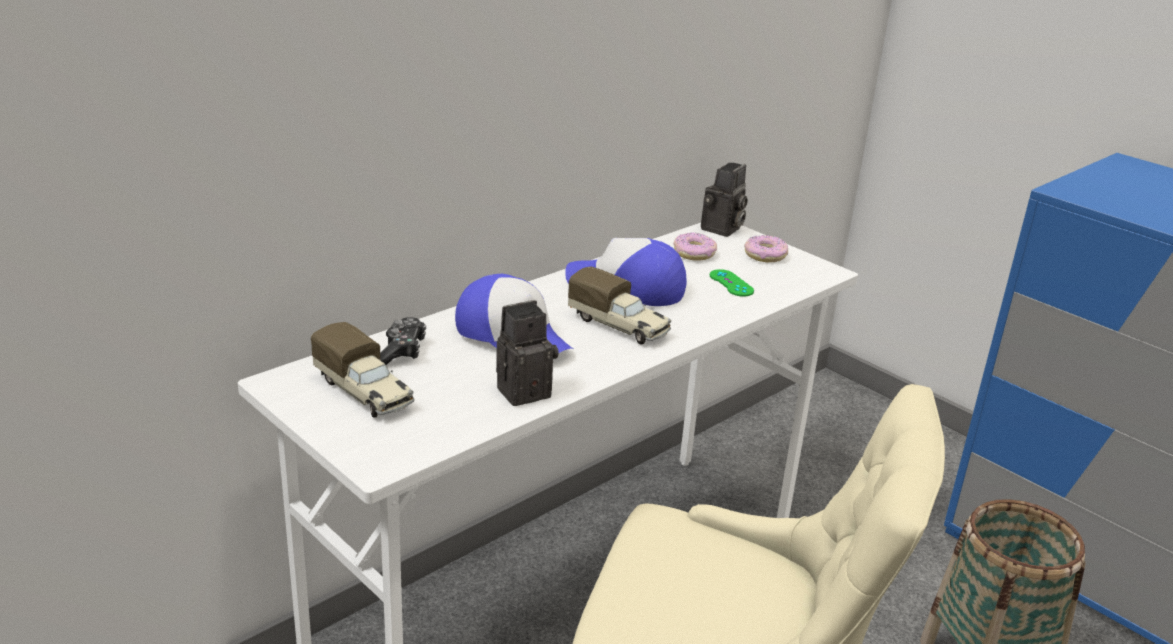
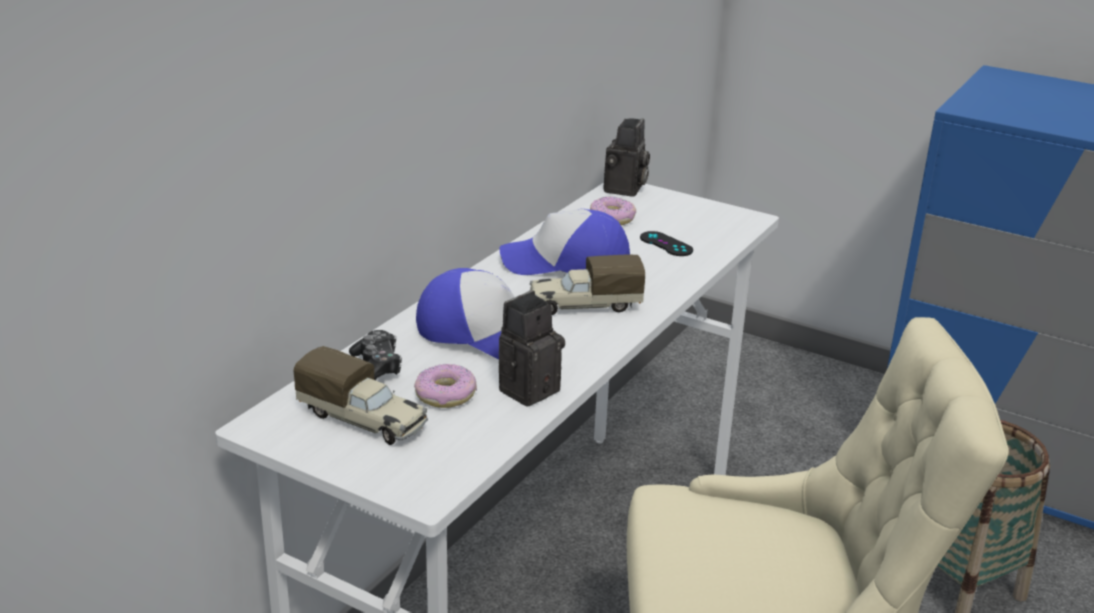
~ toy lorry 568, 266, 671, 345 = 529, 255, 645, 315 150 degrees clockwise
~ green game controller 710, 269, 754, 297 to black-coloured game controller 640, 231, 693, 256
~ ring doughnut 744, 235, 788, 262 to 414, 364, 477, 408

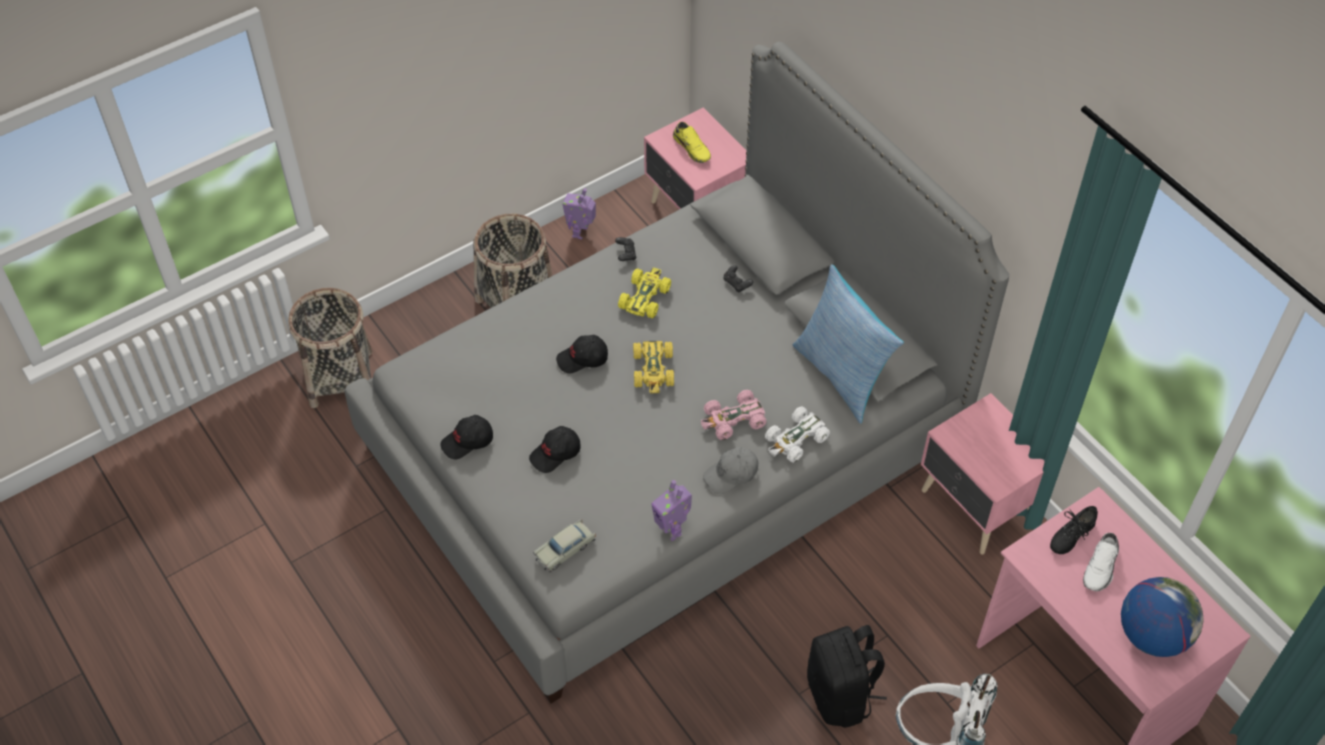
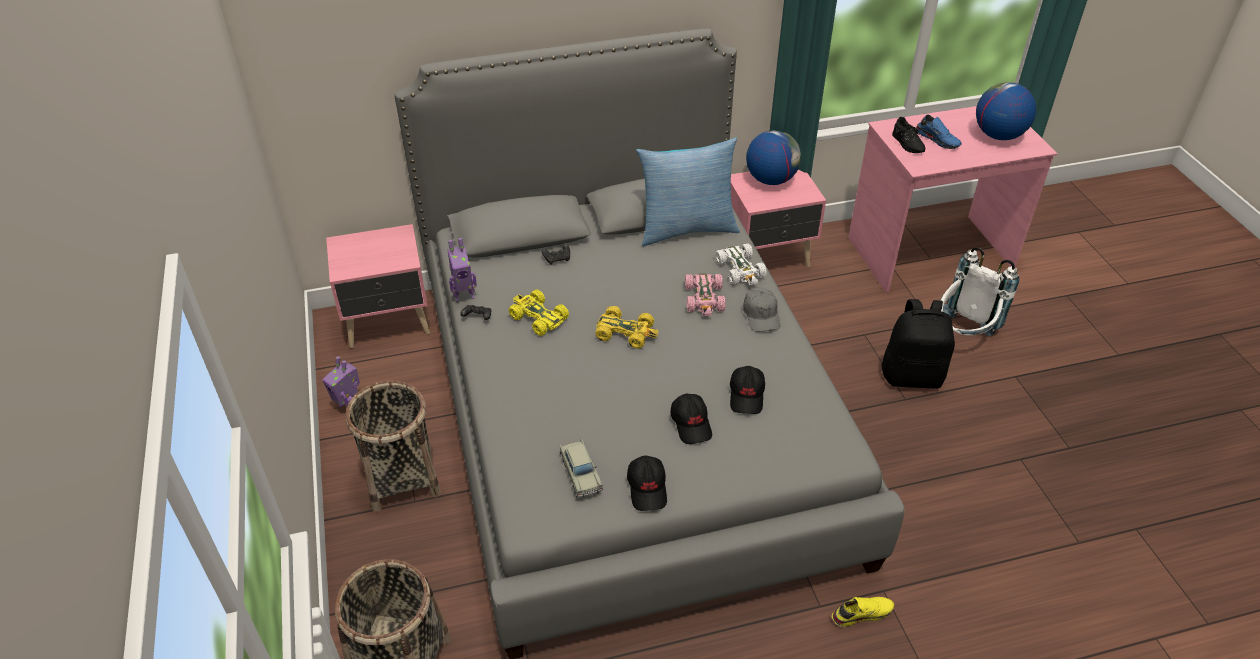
~ beige toy car 533, 519, 596, 572 to 560, 439, 603, 498
~ black-coloured baseball cap 556, 335, 608, 374 to 730, 366, 765, 414
~ model robot 651, 480, 692, 541 to 447, 238, 477, 302
~ yellow item of footwear 673, 122, 711, 163 to 832, 597, 894, 627
~ white-coloured item of footwear 1083, 533, 1119, 591 to blue-coloured item of footwear 916, 115, 962, 149
+ globe 746, 130, 801, 185

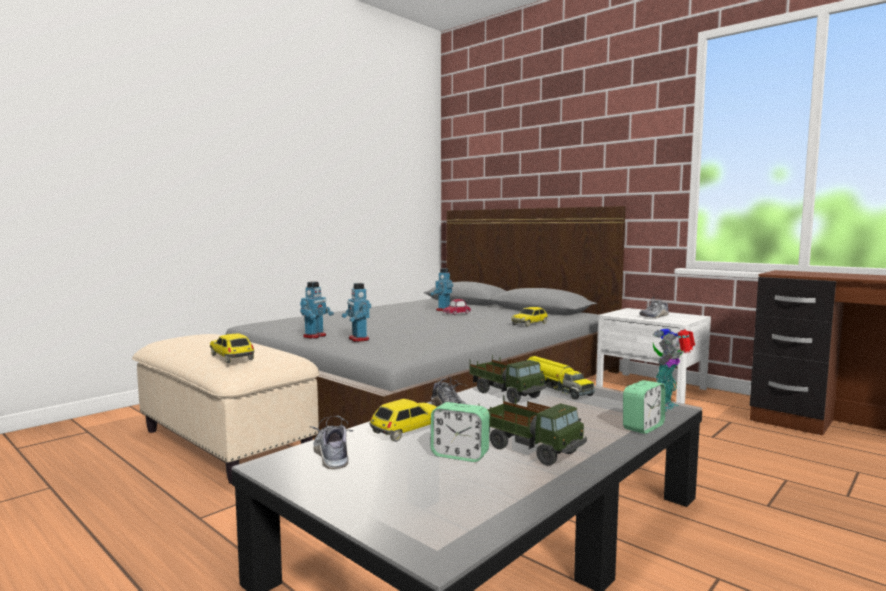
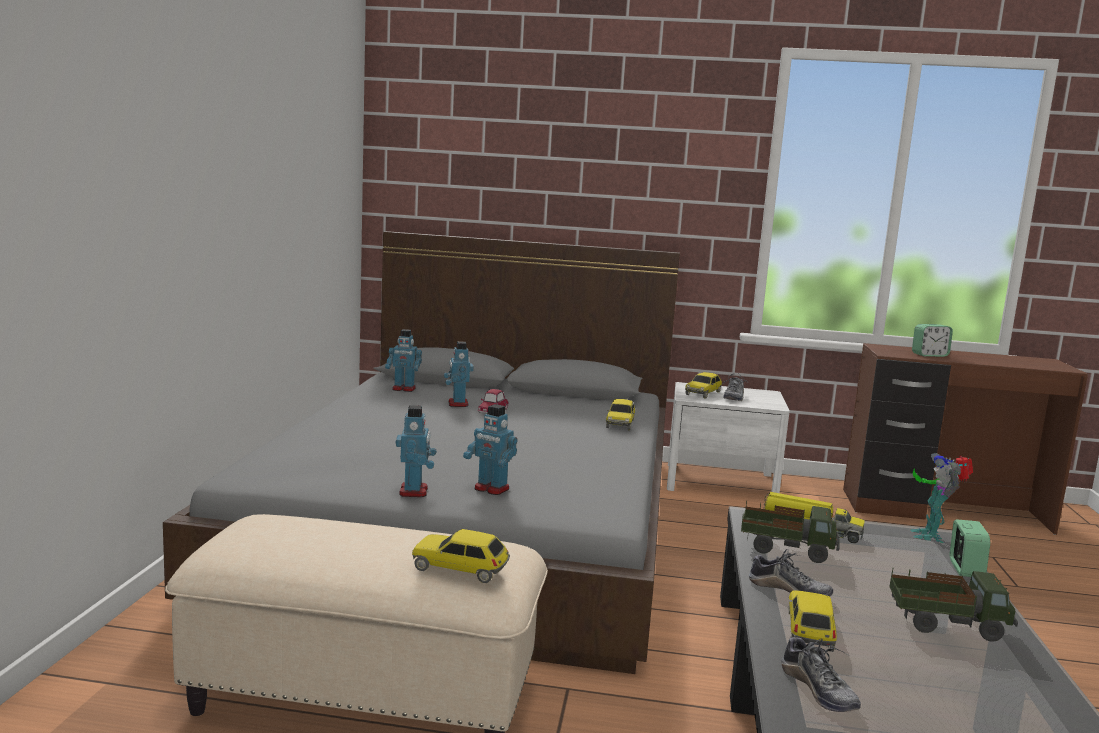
~ item of footwear 310, 416, 353, 469 = 781, 632, 861, 712 150 degrees counterclockwise
~ bedside clock 431, 402, 490, 462 to 912, 324, 953, 357
+ model robot 385, 329, 422, 392
+ toy car 685, 372, 722, 399

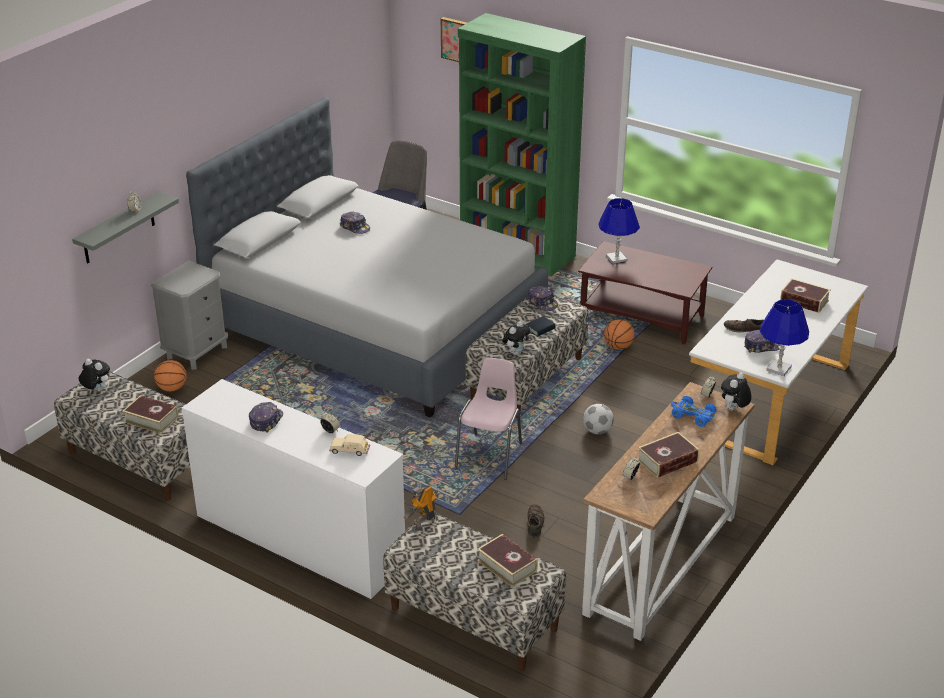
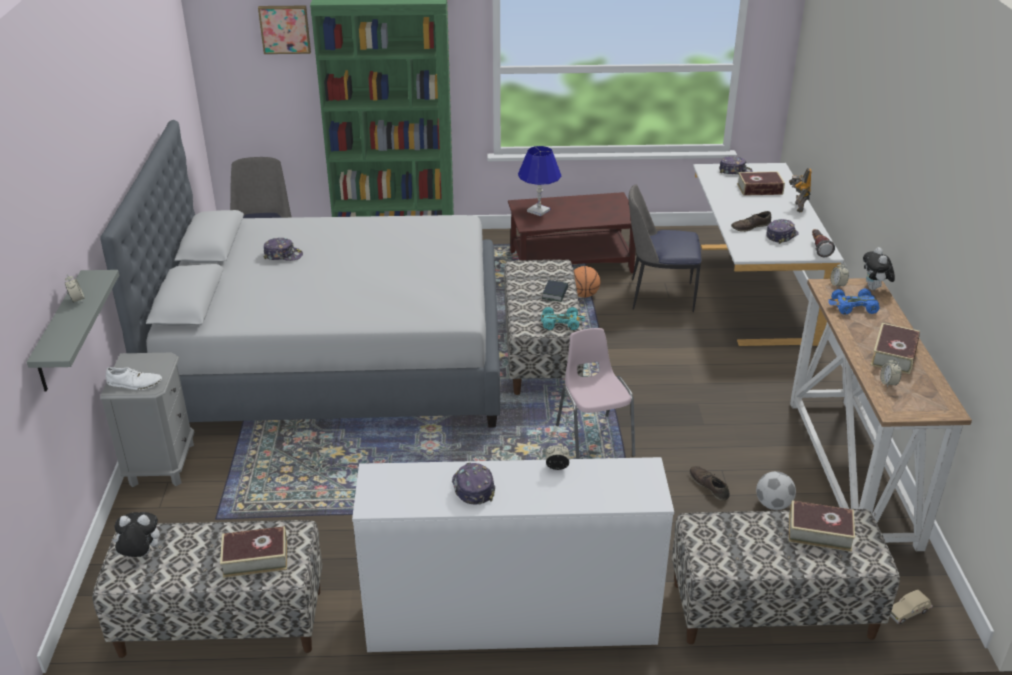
- ball for basketball 154, 360, 187, 392
~ beige toy car 329, 434, 370, 456 to 890, 590, 933, 624
~ model robot 404, 485, 438, 531 to 789, 168, 812, 213
~ cuddly toy 502, 321, 530, 355 to turquoise-coloured toy car 541, 307, 585, 330
~ baseball cap 527, 286, 558, 311 to 719, 156, 753, 175
~ ball for football 583, 404, 614, 434 to 756, 471, 796, 510
~ blue-coloured table lamp 760, 299, 809, 376 to torch 812, 229, 835, 257
+ white-coloured item of footwear 106, 367, 162, 390
+ chair 628, 184, 701, 312

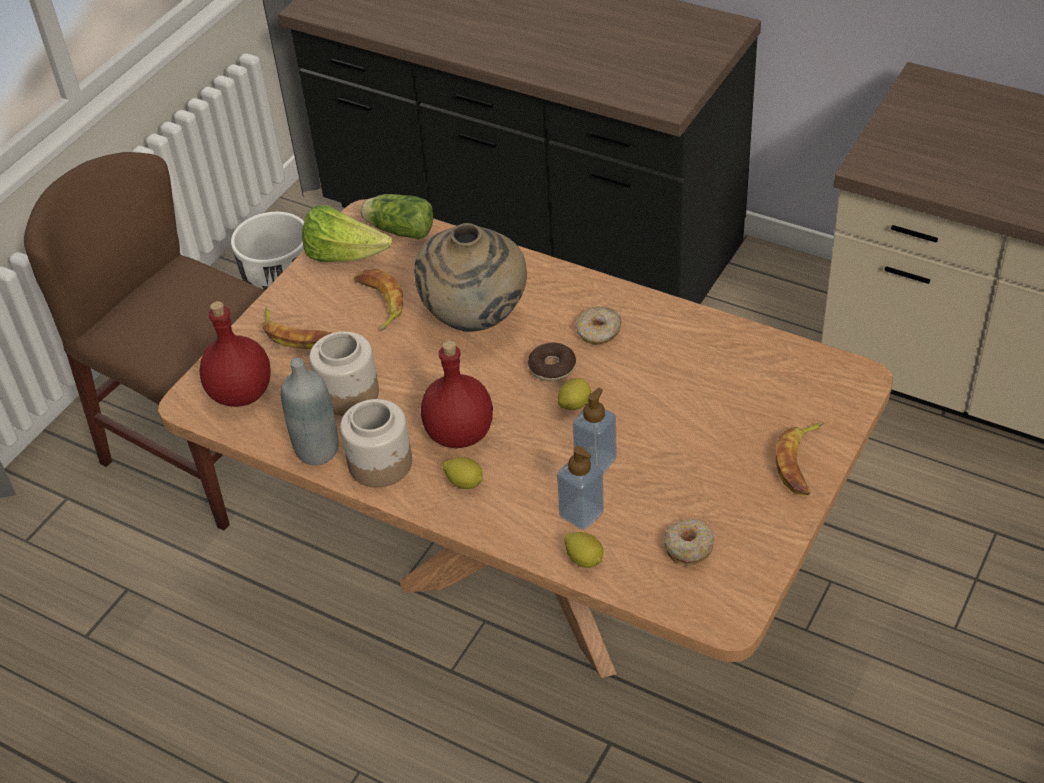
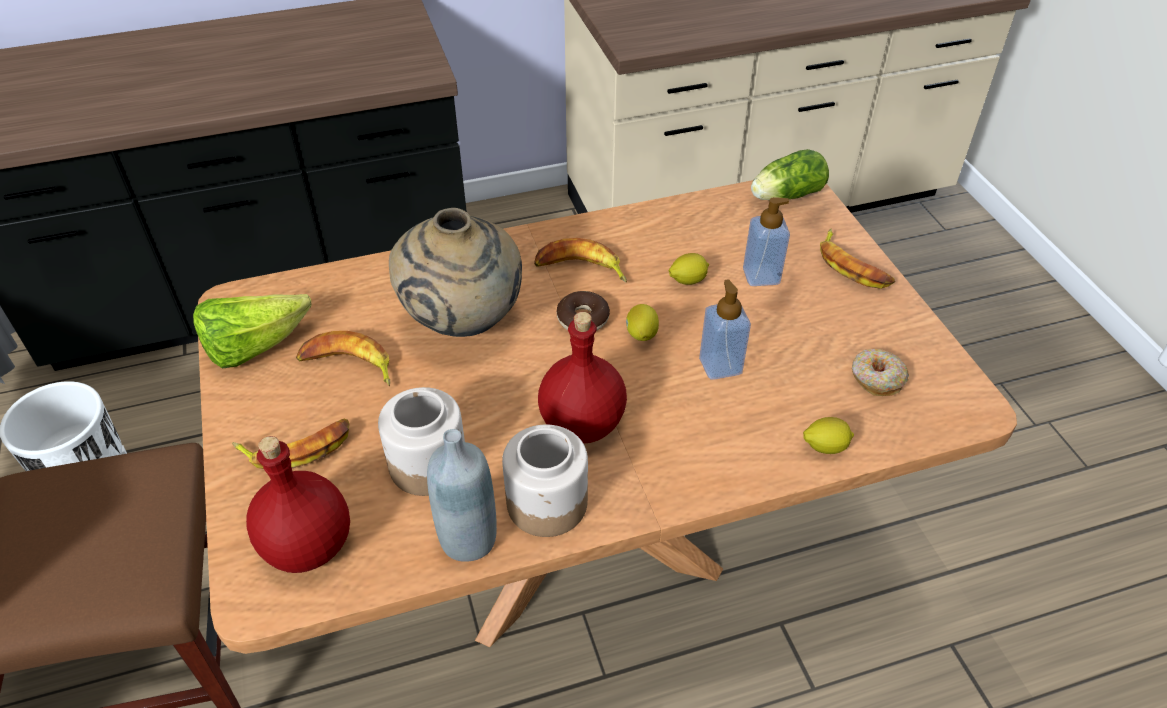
~ lettuce 360, 194, 433, 240 to 751, 149, 829, 200
~ whole lemon 443, 457, 483, 489 to 669, 253, 709, 285
~ liquid soap bottle 557, 446, 604, 530 to 743, 197, 790, 286
~ ring doughnut 576, 306, 622, 344 to banana 534, 238, 627, 283

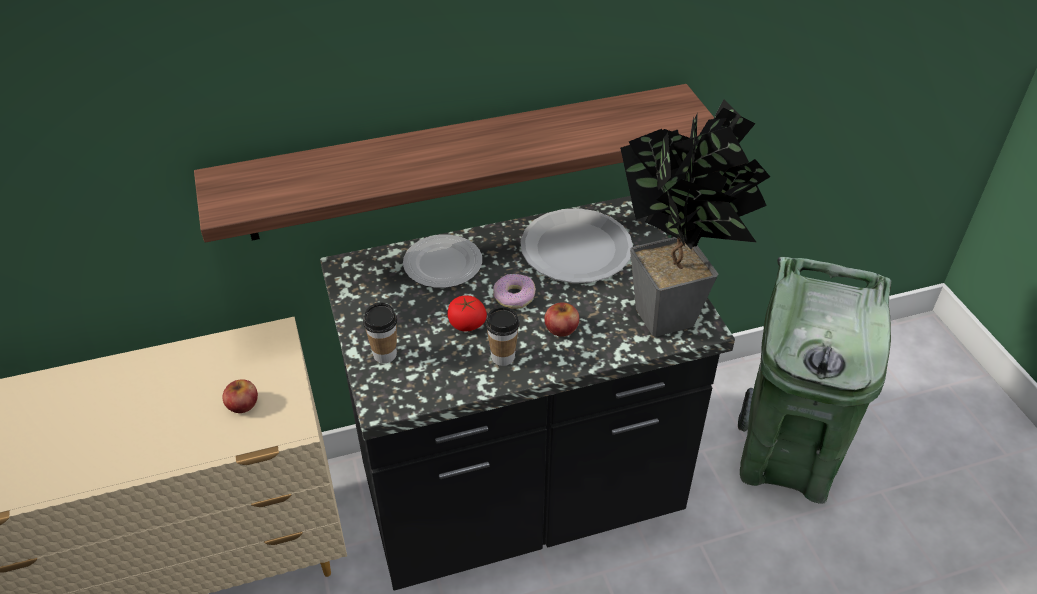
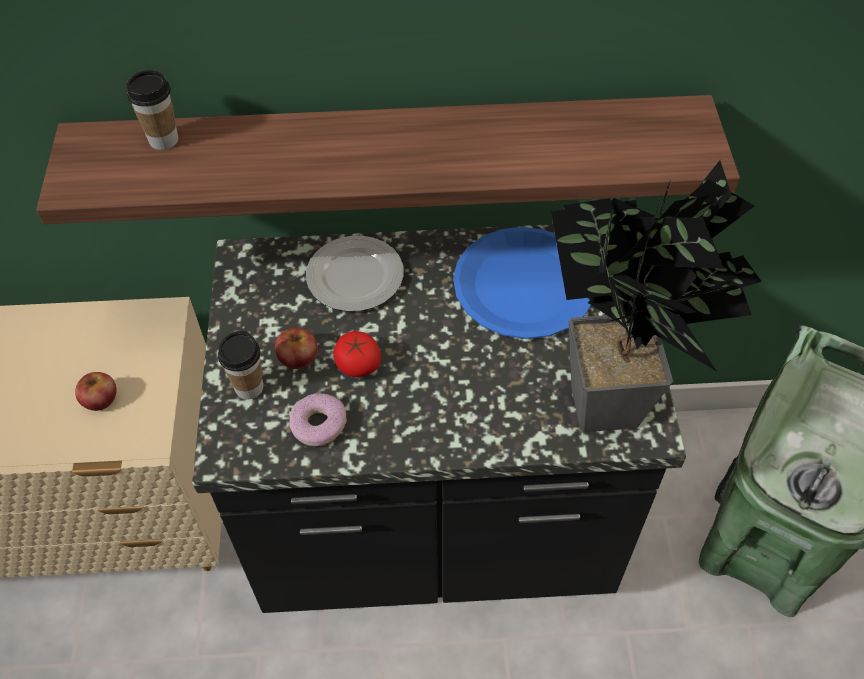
~ cup 486, 306, 520, 366 to 127, 70, 178, 150
~ ring doughnut 493, 274, 536, 309 to 289, 393, 347, 446
~ white-coloured dinner plate 521, 208, 633, 283 to blue-coloured dinner plate 453, 227, 591, 339
~ apple 544, 302, 579, 337 to 275, 327, 317, 369

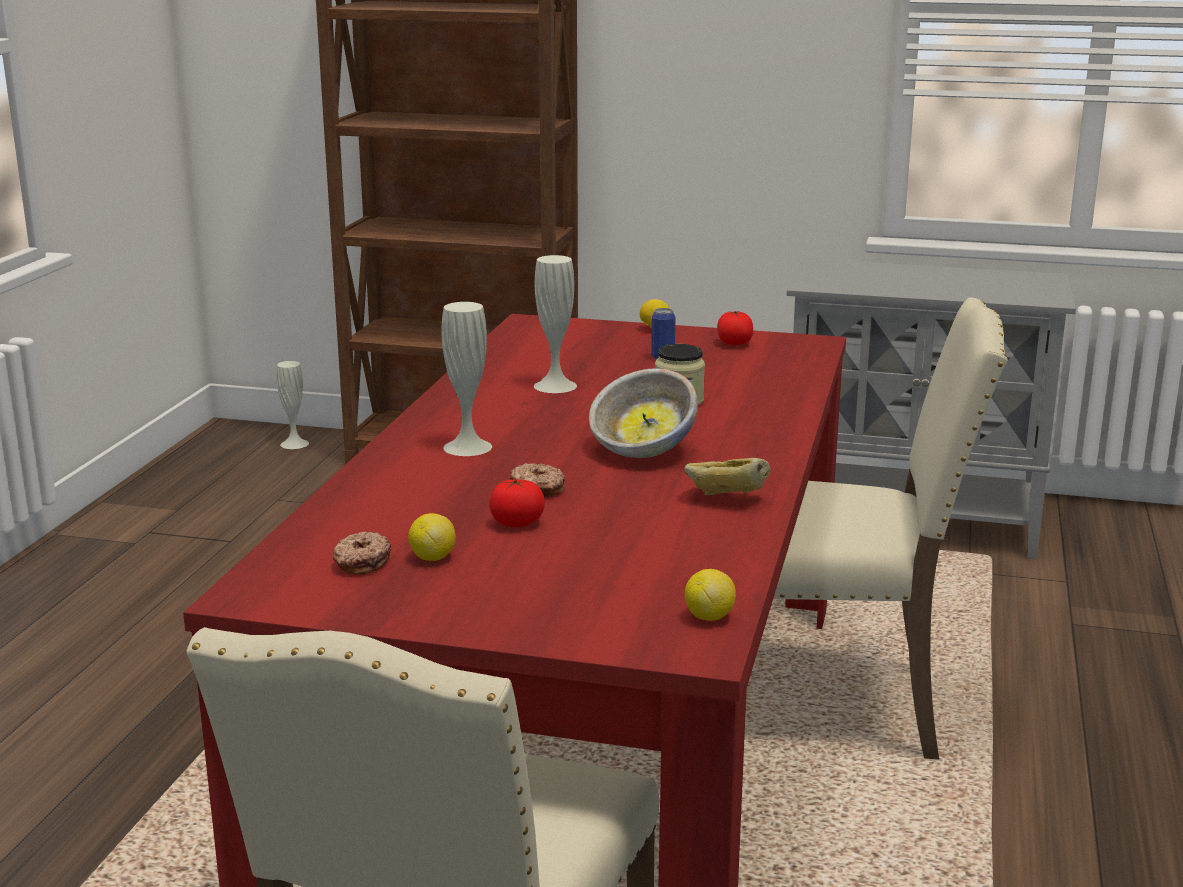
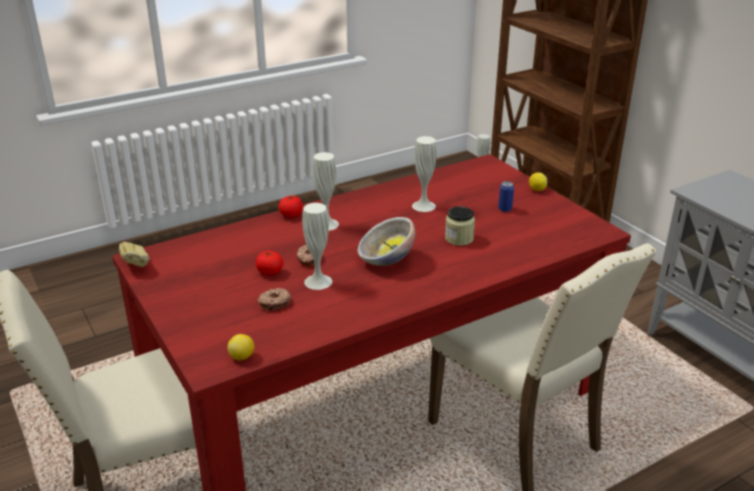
~ ring doughnut 333, 532, 391, 574 to 257, 288, 291, 311
- whole lemon 408, 513, 456, 561
~ baked bread 685, 458, 770, 496 to 119, 242, 149, 267
~ fresh tomato 717, 311, 753, 345 to 278, 196, 303, 218
+ white-coloured flower vase 302, 203, 332, 290

